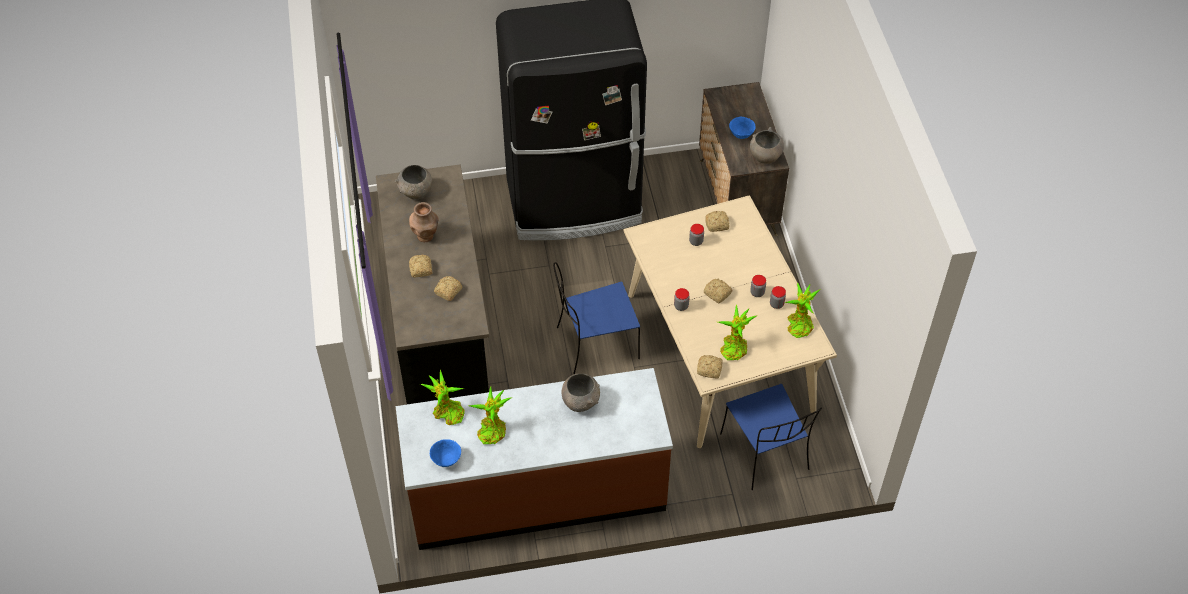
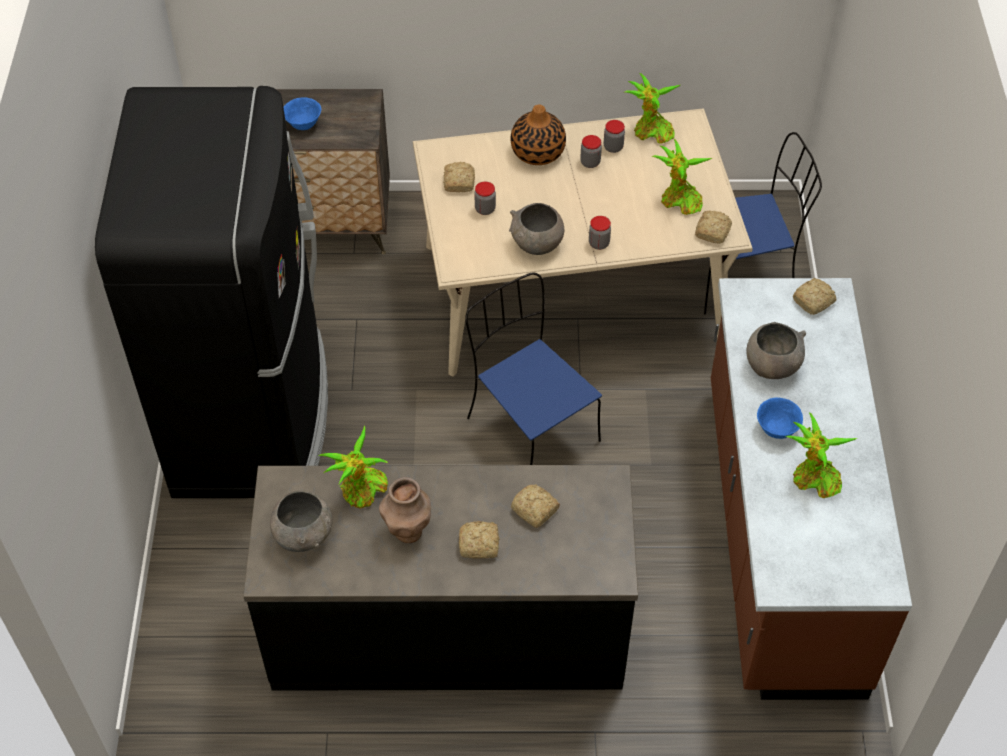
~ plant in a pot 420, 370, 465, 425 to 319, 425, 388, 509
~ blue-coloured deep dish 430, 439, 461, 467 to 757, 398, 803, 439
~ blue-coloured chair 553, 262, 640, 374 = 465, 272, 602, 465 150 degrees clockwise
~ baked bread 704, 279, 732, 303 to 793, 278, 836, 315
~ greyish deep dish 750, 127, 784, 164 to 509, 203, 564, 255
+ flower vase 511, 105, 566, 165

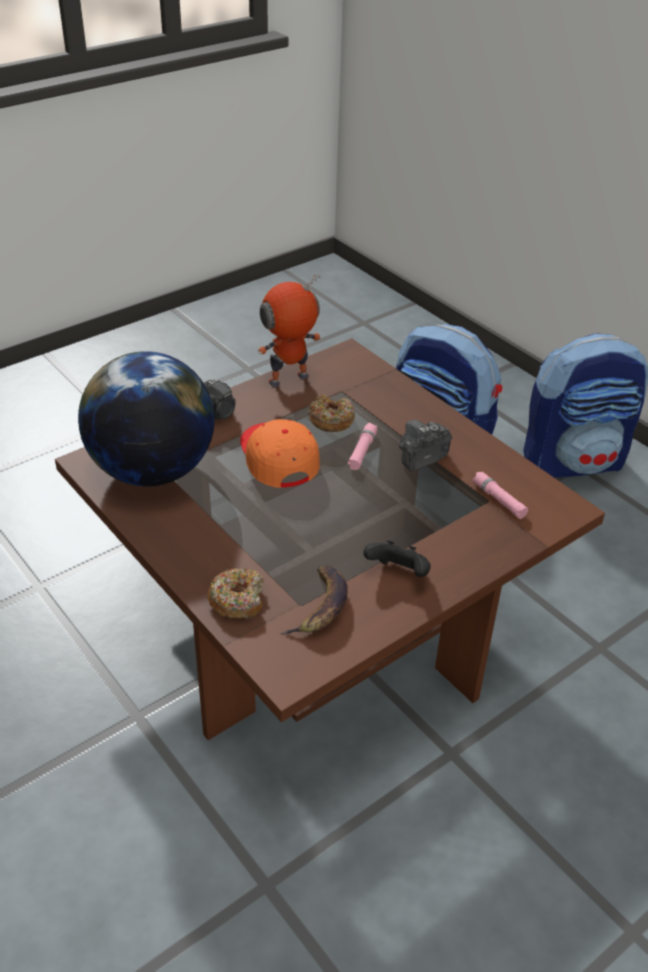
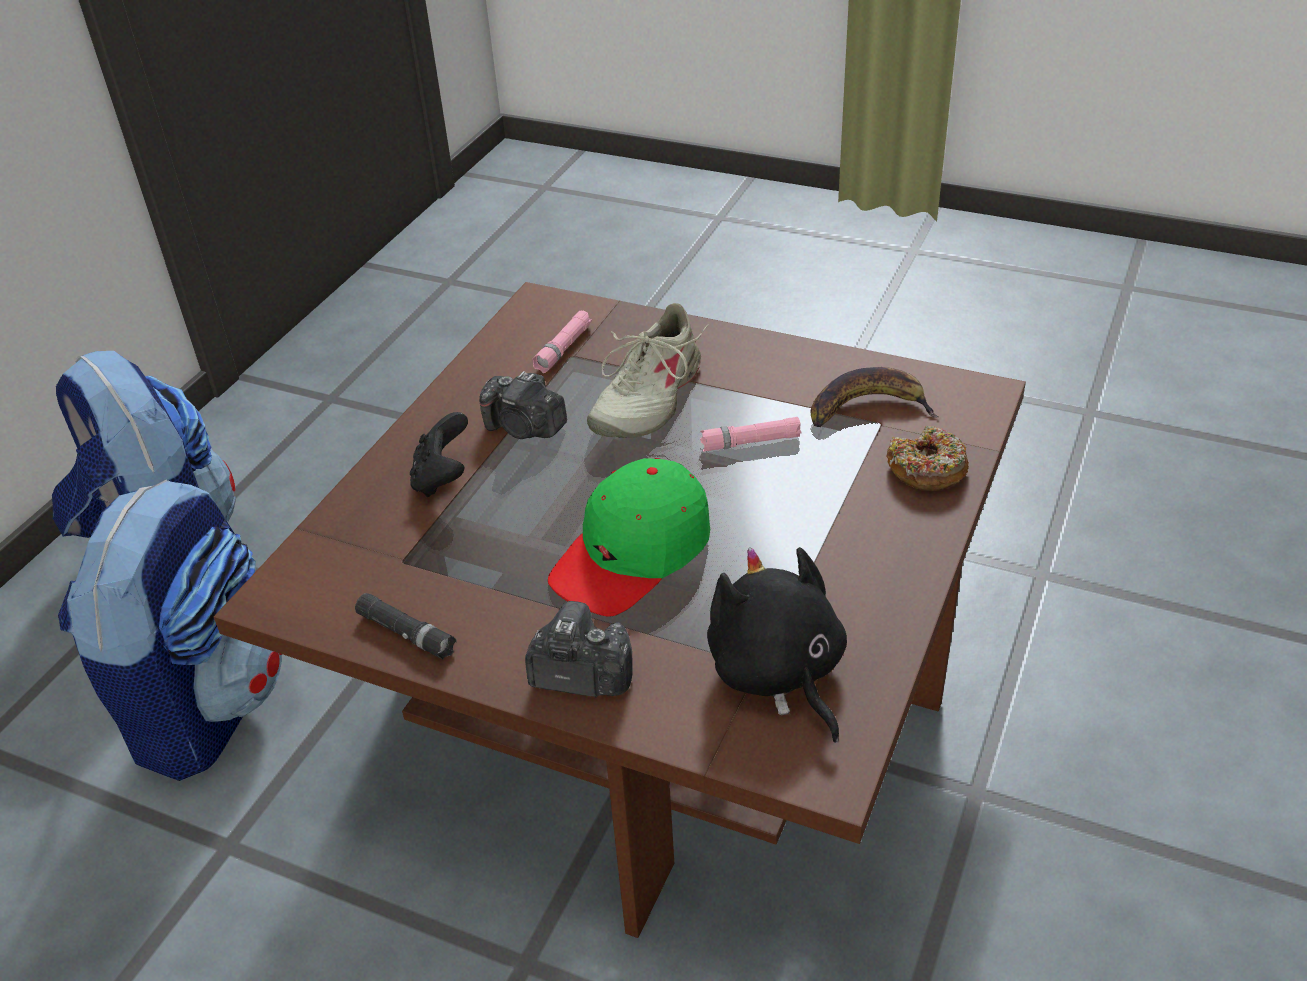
~ globe 78, 351, 215, 486 to black-coloured cuddly toy 707, 547, 847, 743
~ orange-coloured baseball cap 240, 419, 320, 488 to green baseball cap 548, 458, 710, 617
~ model robot 258, 274, 322, 387 to black-coloured torch 355, 593, 456, 660
- ring doughnut 308, 394, 355, 432
~ pink-coloured torch 348, 423, 377, 470 to 700, 417, 801, 452
~ black-coloured game controller 363, 540, 431, 577 to 410, 412, 468, 497
+ beige item of footwear 587, 303, 708, 438

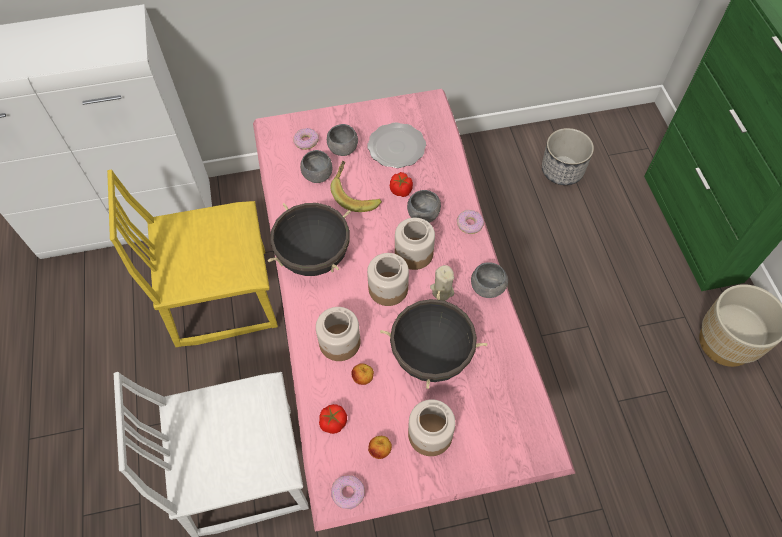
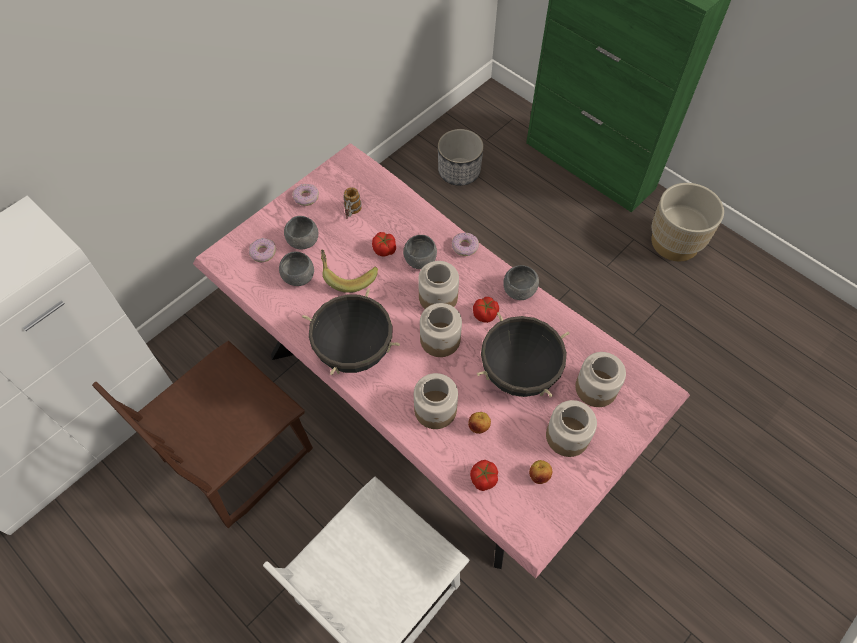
~ yellow chair 107, 170, 278, 347 to brown-coloured chair 92, 341, 313, 528
~ ring doughnut 331, 475, 365, 509 to 292, 184, 319, 206
~ dinner plate 367, 122, 426, 168 to tea mug 343, 187, 362, 219
~ beige wax light 430, 265, 454, 301 to fresh tomato 473, 297, 499, 323
+ storage jar 575, 352, 626, 407

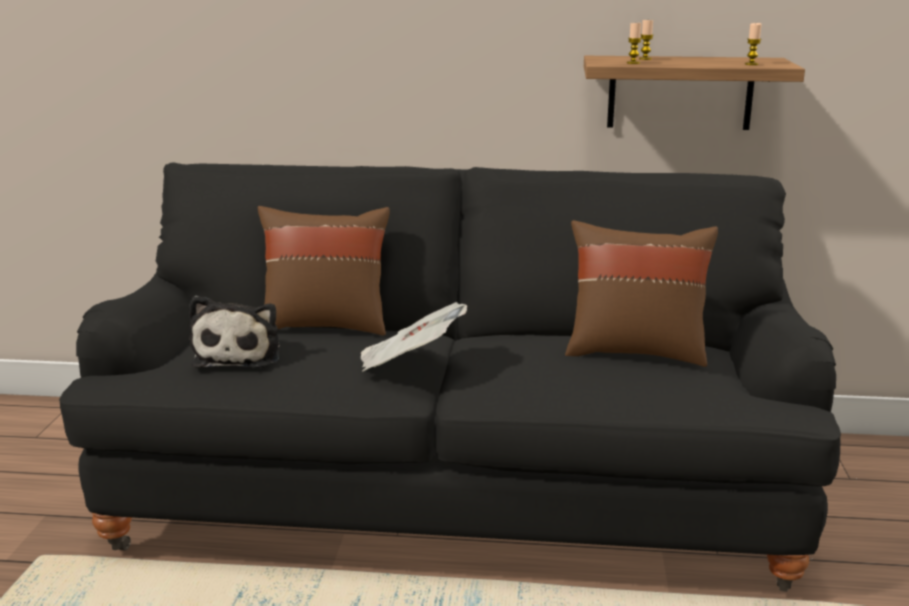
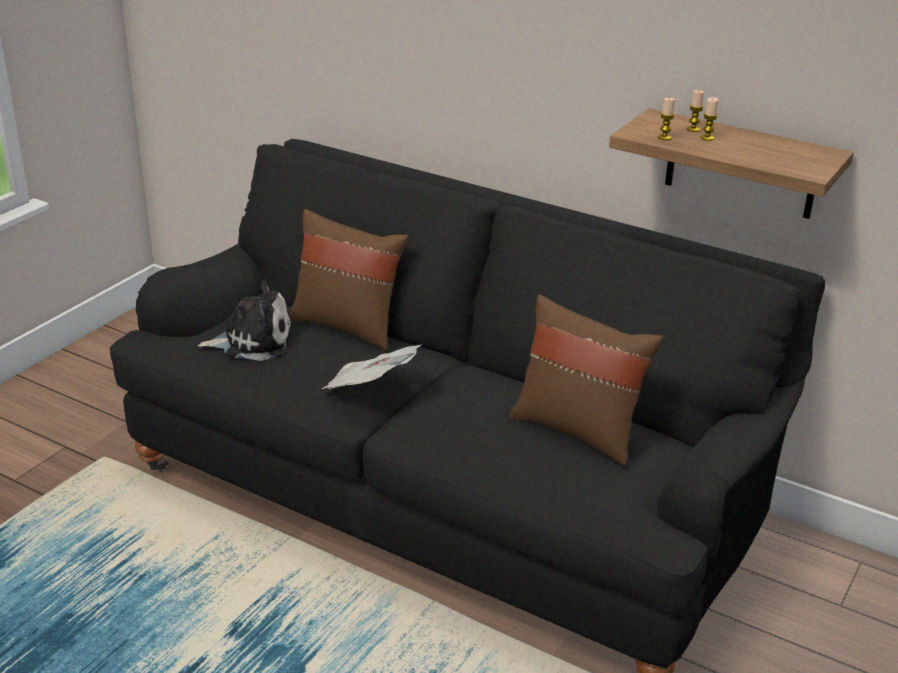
~ cuddly toy 189, 296, 280, 368 = 198, 281, 291, 361 120 degrees counterclockwise
~ wax light 745, 23, 762, 65 to 701, 97, 719, 141

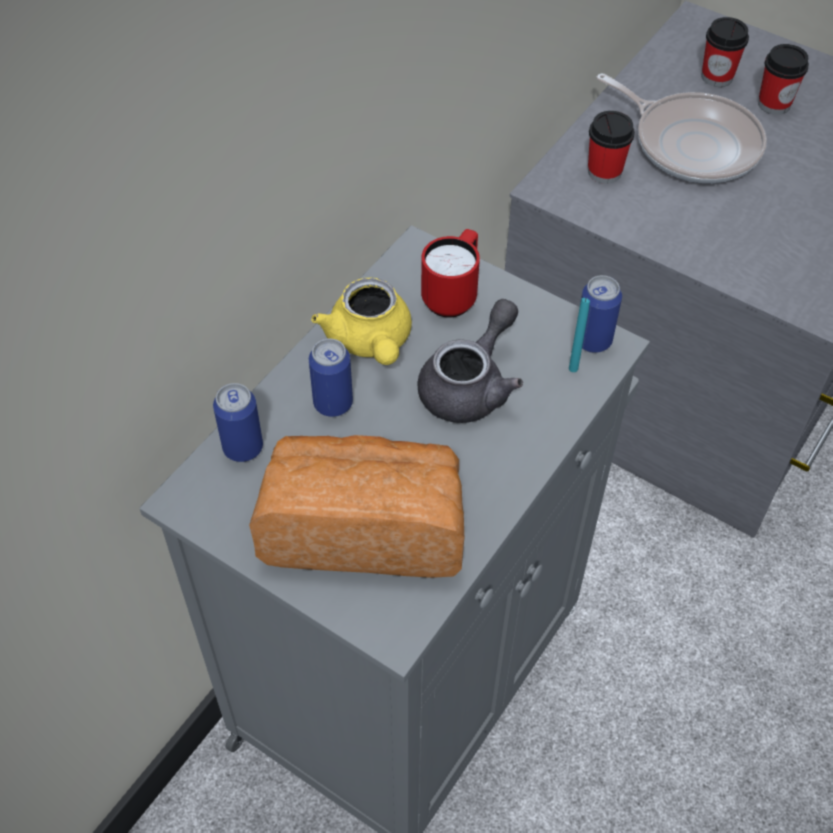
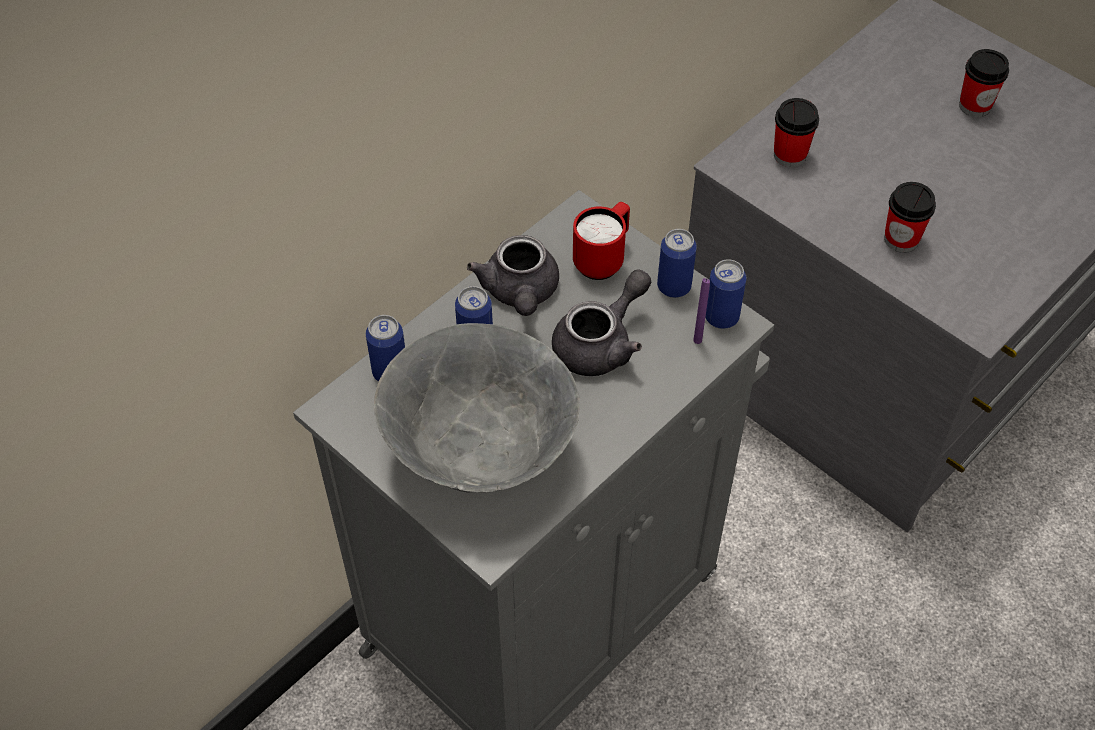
~ baked bread 249, 435, 464, 578 to greyish deep dish 374, 323, 580, 493
~ yellow pot for tea 311, 278, 412, 365 to greyish pot for tea 467, 235, 559, 316
~ turquoise-coloured wax light 569, 298, 590, 372 to purple wax light 693, 278, 710, 344
- frying pan 596, 73, 767, 183
~ cup 702, 17, 749, 87 to 884, 182, 936, 253
+ metal can 657, 229, 697, 298

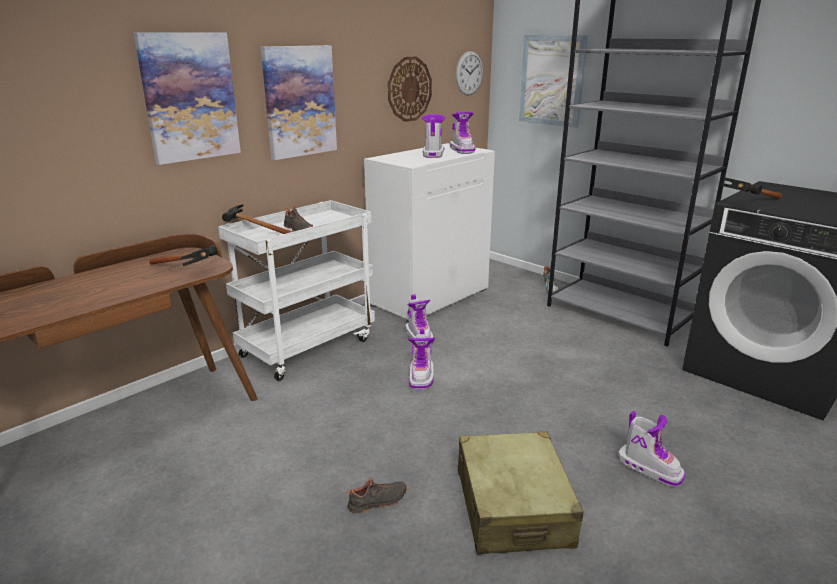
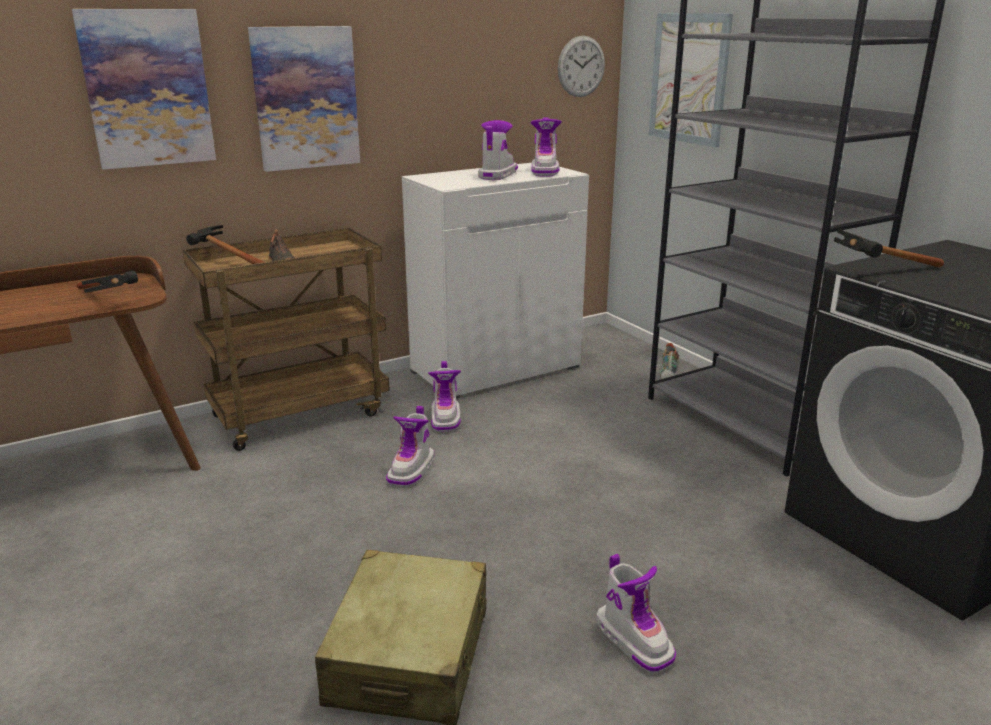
~ white-coloured wheeled cart 218, 200, 375, 381 to brown-coloured wheeled cart 183, 228, 390, 451
- black-coloured item of footwear 347, 477, 407, 513
- wall clock 388, 56, 432, 122

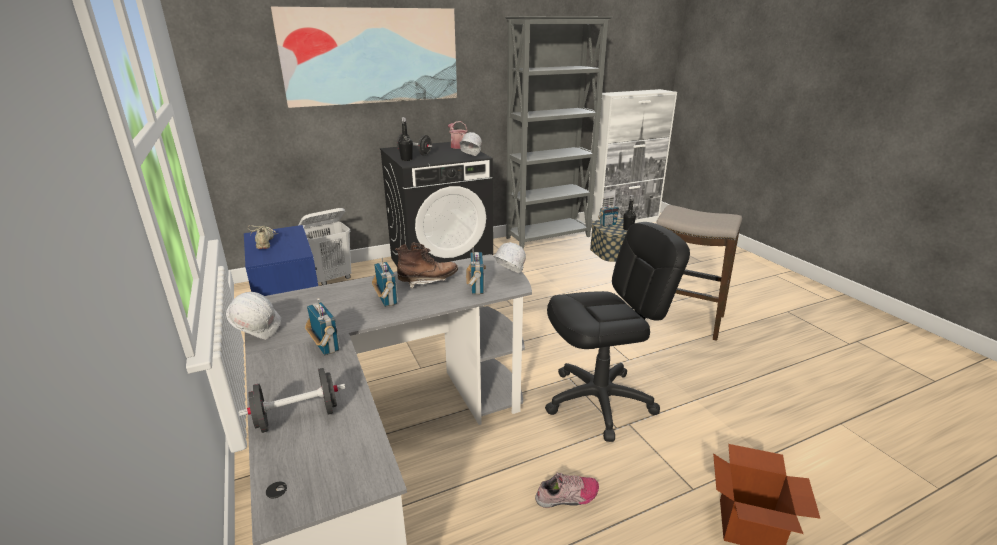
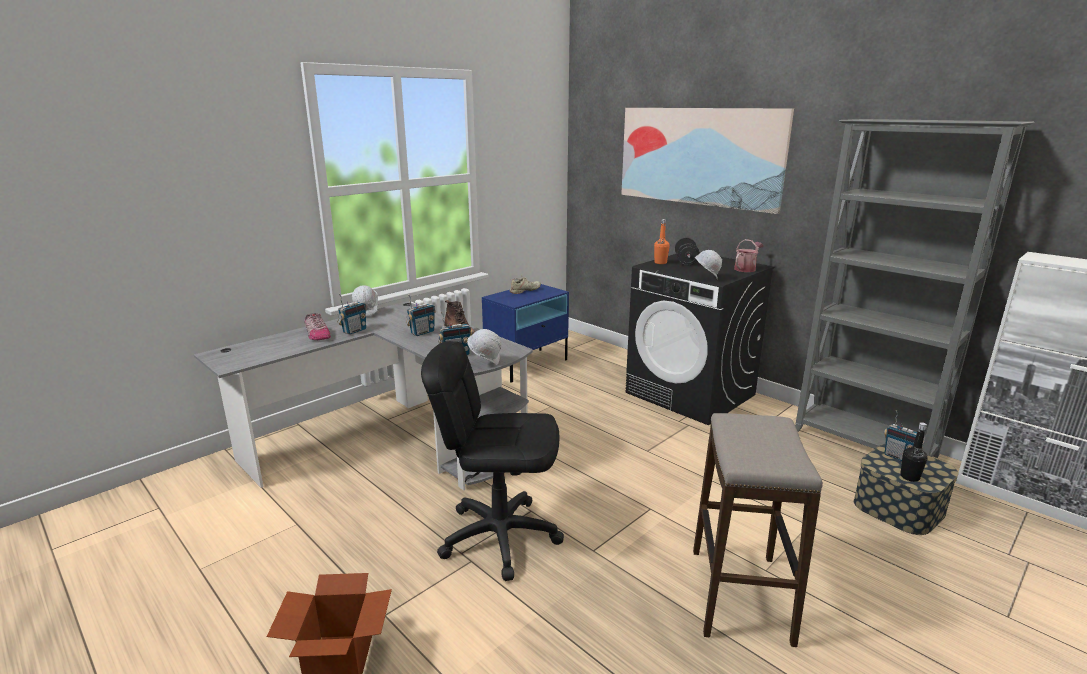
- black-coloured free weight 239, 368, 345, 433
- white-coloured washing basket 298, 208, 351, 285
~ black-coloured drink bottle 398, 117, 413, 161 to orange-coloured drink bottle 654, 219, 670, 264
~ item of footwear 535, 473, 599, 508 to 304, 313, 331, 340
~ black-coloured computer chair 545, 222, 690, 442 = 421, 341, 564, 581 135 degrees clockwise

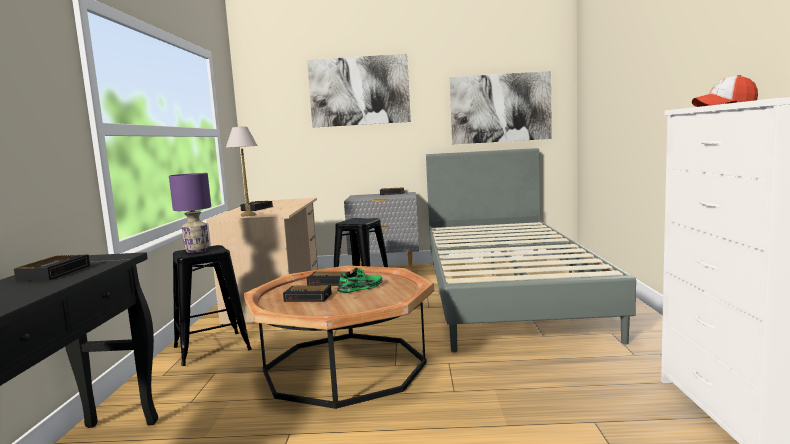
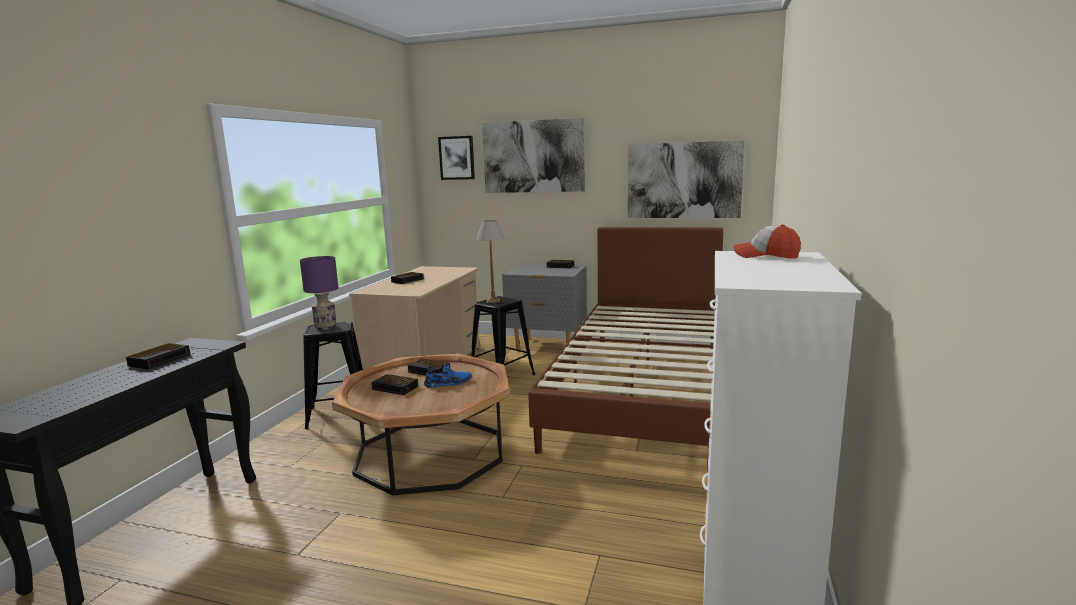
~ table lamp 226, 127, 258, 217 to 476, 220, 505, 303
~ green item of footwear 337, 268, 383, 293 to blue-coloured item of footwear 424, 364, 472, 388
~ greyish bedroom bed 426, 148, 636, 352 to brown-coloured bedroom bed 528, 227, 724, 454
+ wall art 438, 136, 475, 180

